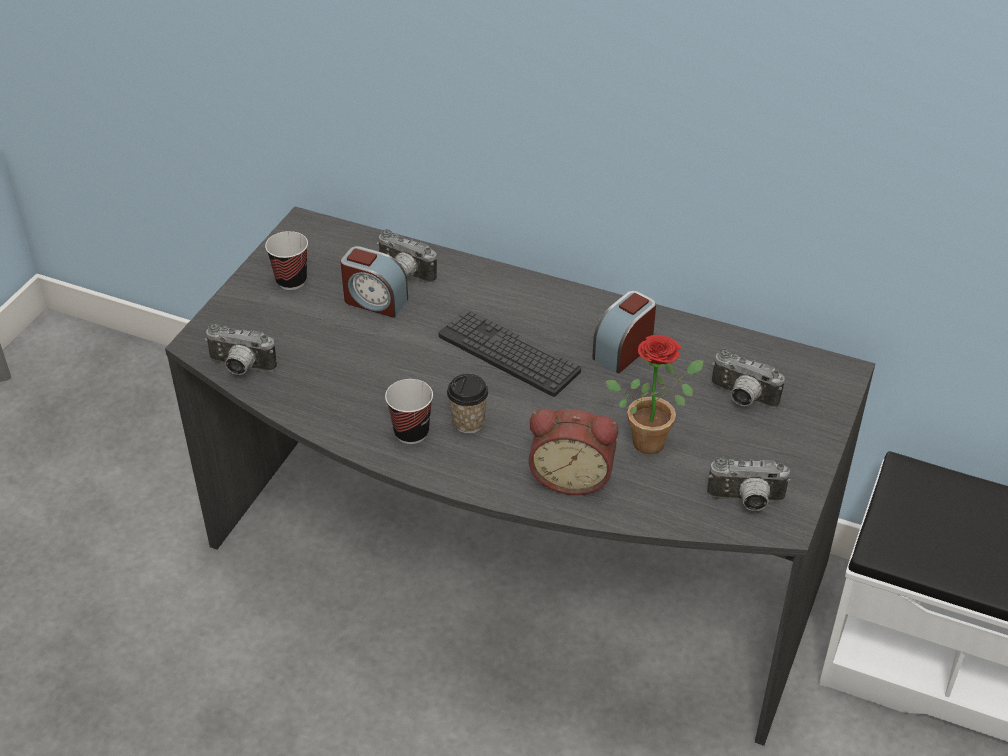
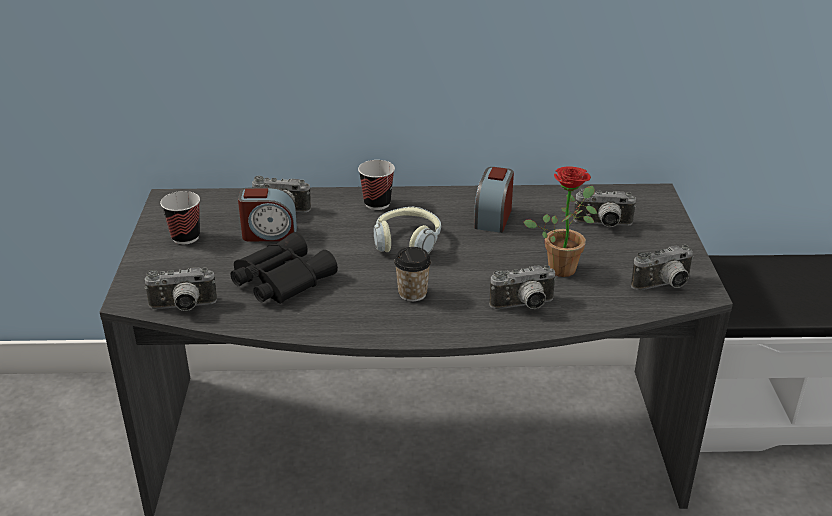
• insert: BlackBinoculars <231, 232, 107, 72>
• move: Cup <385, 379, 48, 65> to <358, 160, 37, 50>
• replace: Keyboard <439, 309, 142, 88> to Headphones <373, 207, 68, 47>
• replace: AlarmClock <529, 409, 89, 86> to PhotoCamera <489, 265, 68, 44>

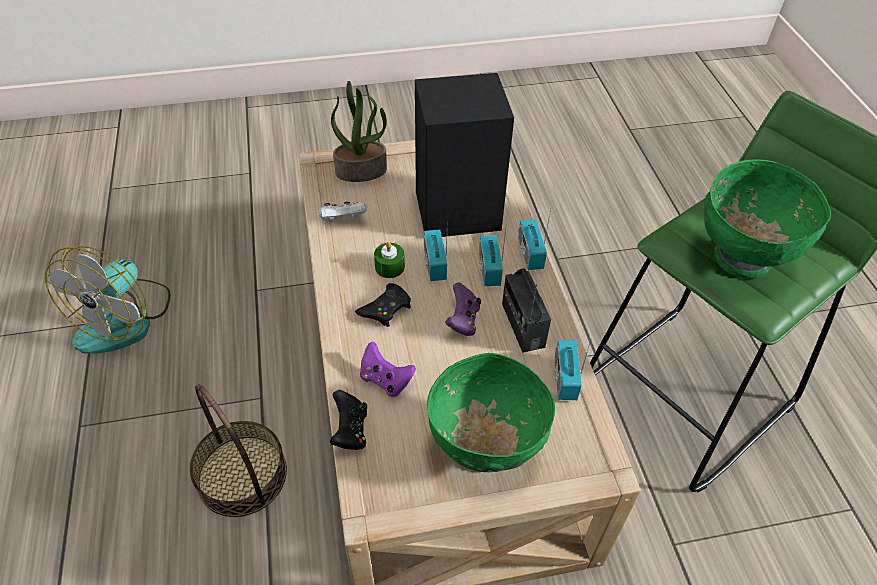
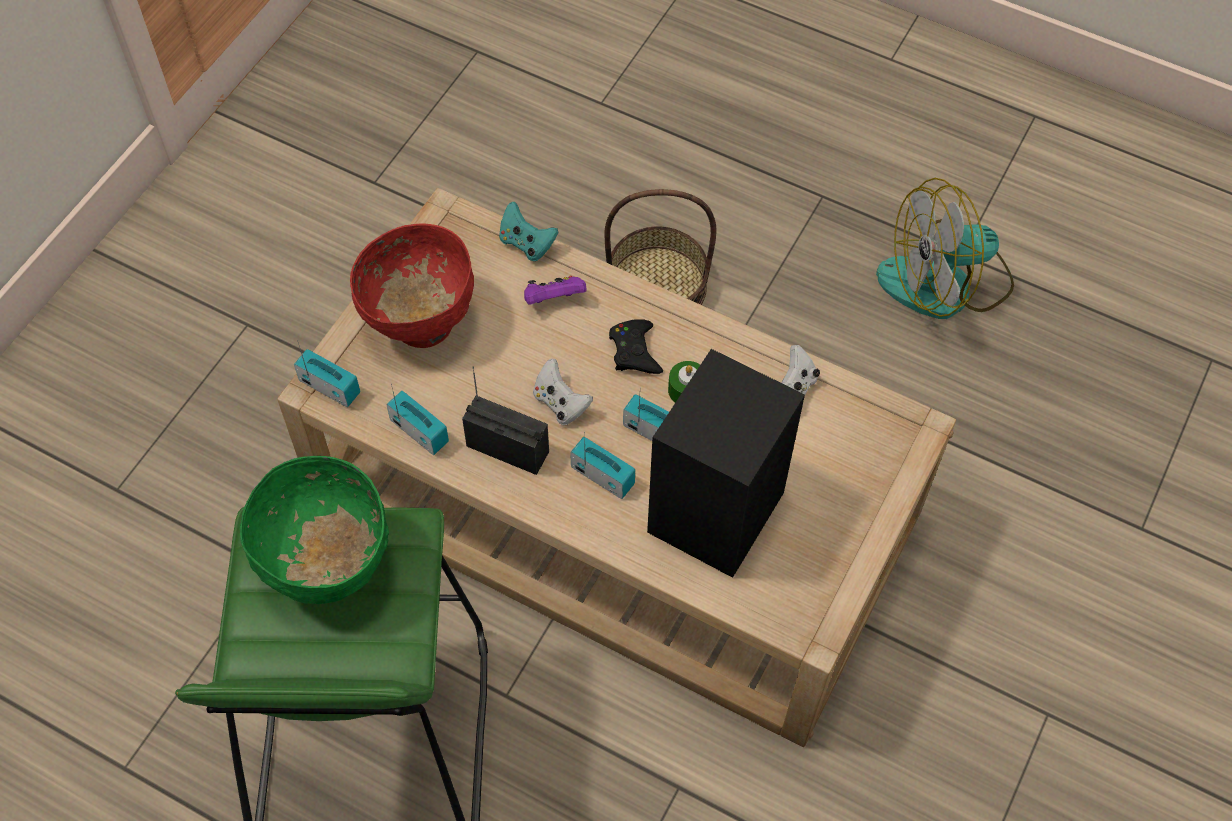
• move: Radio <518, 209, 33, 61> to <294, 340, 66, 67>
• recolor: GreenBowl <427, 353, 128, 119> to RedBowl <350, 224, 124, 124>
• recolor: BlackGameController <330, 390, 37, 60> to TurquoiseGameController <499, 202, 60, 59>
• recolor: PurpleGameController <445, 283, 36, 53> to WhiteGameController <533, 359, 60, 66>
• rotate: Fan <45, 246, 126, 108> = <876, 178, 138, 141> 75 degrees counterclockwise
• delete: PottedPlant <331, 81, 56, 101>

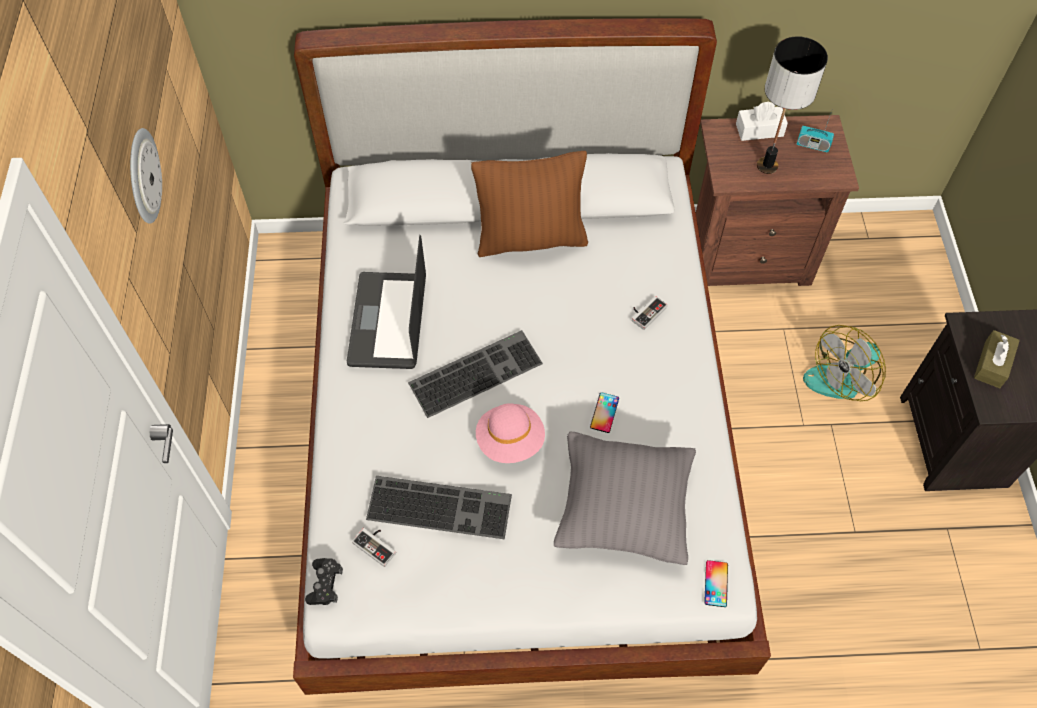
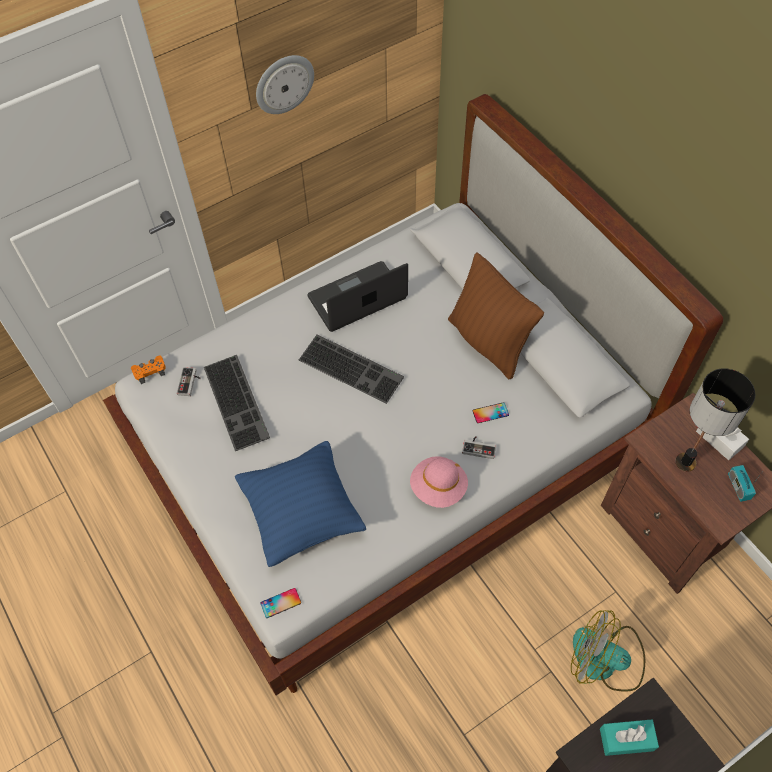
• recolor: BlackGameController <305, 558, 38, 47> to OrangeGameController <131, 355, 35, 29>
• recolor: GreyPillow <554, 432, 142, 133> to BluePillow <235, 441, 131, 126>
• move: PinkHat <476, 403, 69, 60> to <410, 456, 58, 52>
• move: Phone <590, 392, 29, 41> to <473, 402, 36, 21>
• recolor: BrownTissueBox <974, 330, 46, 58> to TurquoiseTissueBox <600, 720, 59, 36>

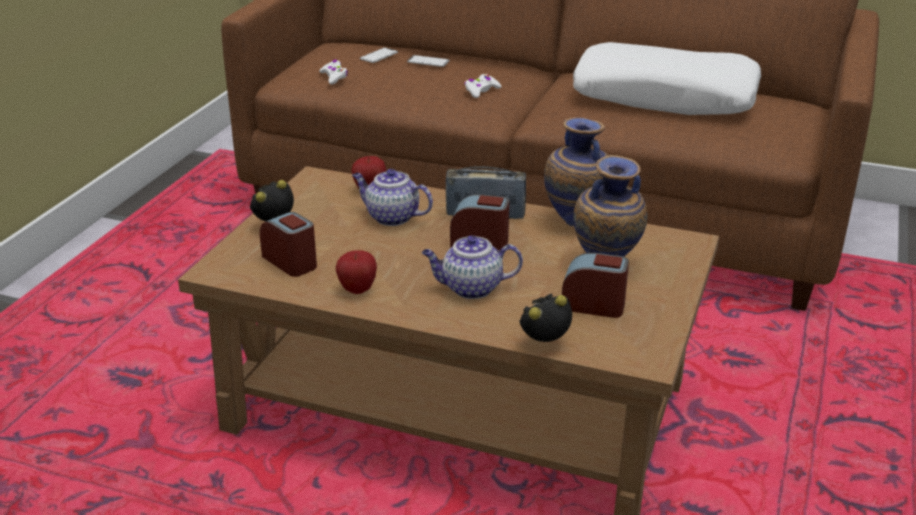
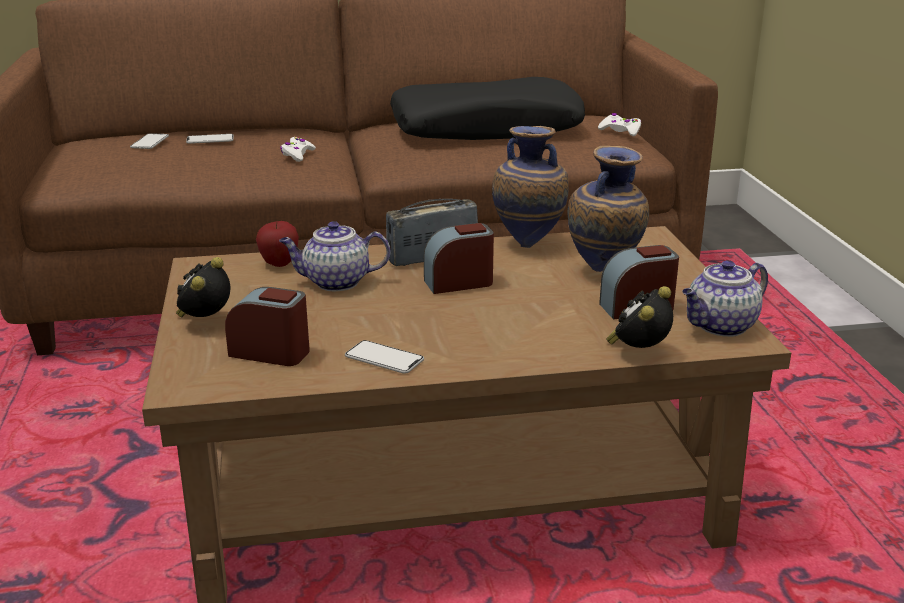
• replace: Apple <336, 250, 41, 44> to Phone <345, 340, 79, 34>
• recolor: WhitePillow <573, 42, 188, 73> to BlackPillow <390, 77, 195, 63>
• move: WhiteGameController <319, 60, 29, 24> to <598, 113, 43, 23>
• move: Teapot <422, 235, 101, 64> to <682, 260, 86, 77>

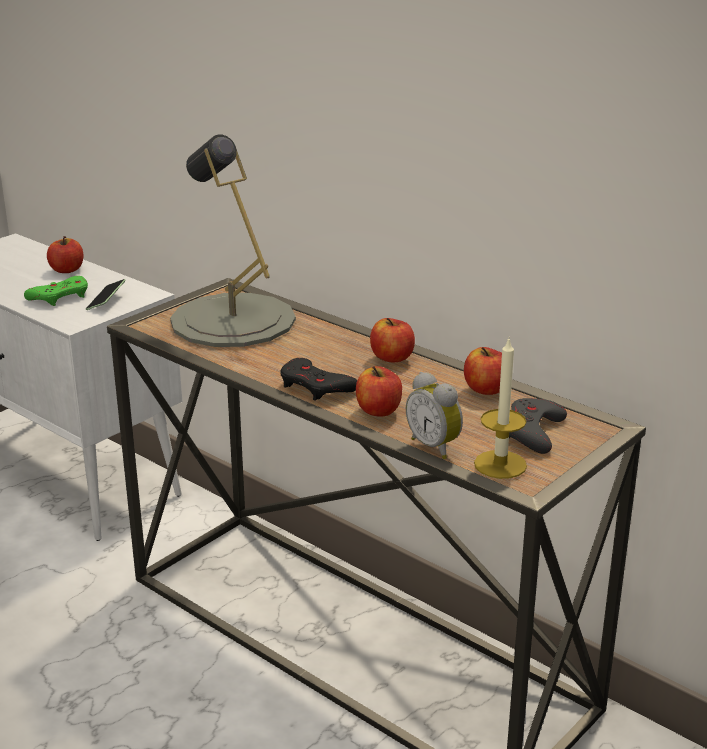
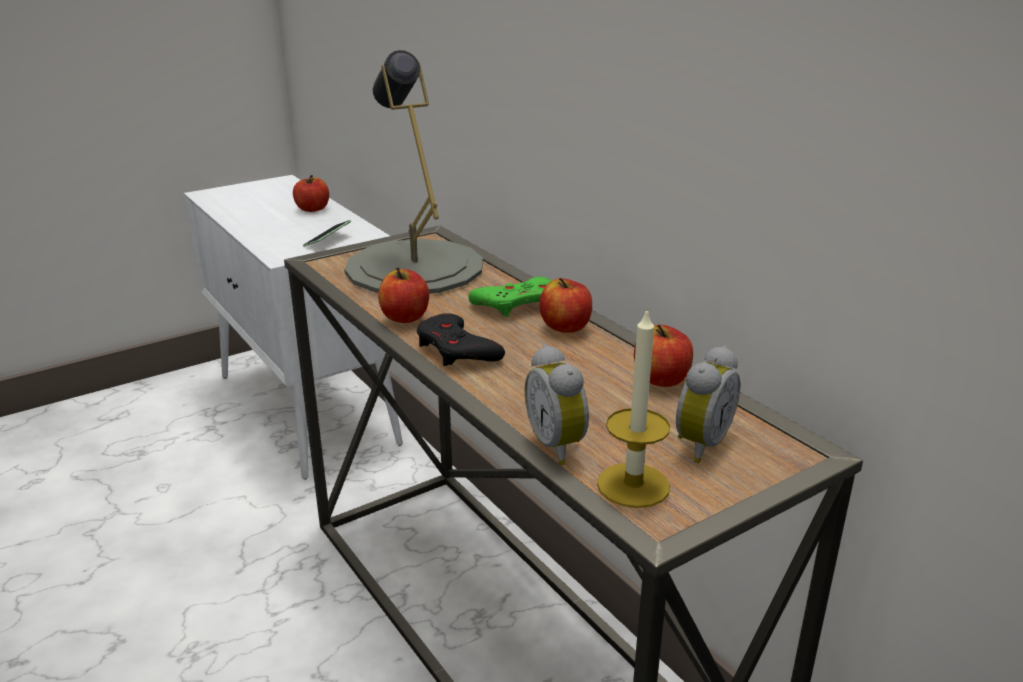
• move: Apple <356, 366, 46, 51> to <378, 268, 51, 55>
• move: GreenGameController <24, 276, 64, 30> to <468, 277, 83, 40>
• replace: GreyGameController <509, 398, 58, 56> to AlarmClock <676, 346, 65, 117>

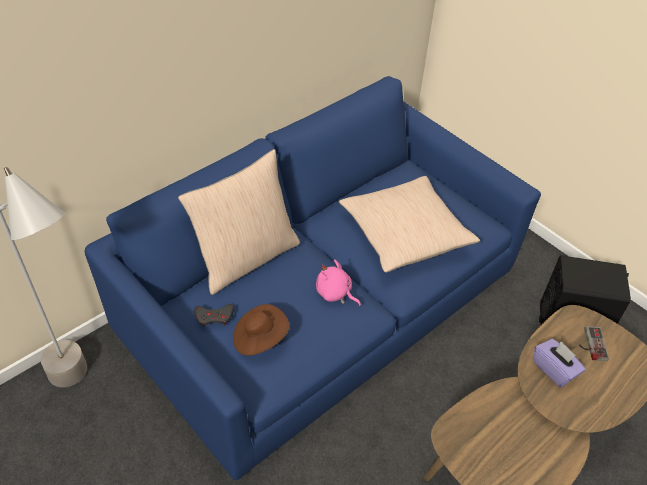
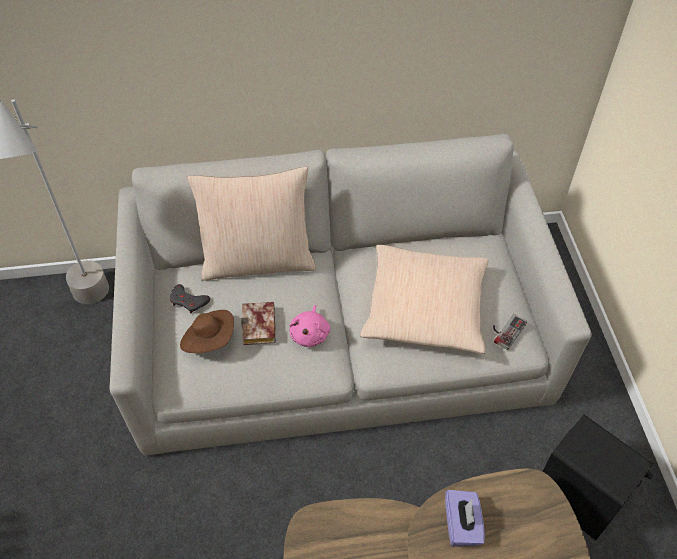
• recolor: BlueSofa <85, 76, 456, 404> to GreySofa <109, 134, 483, 322>
• insert: Book <241, 302, 35, 43>
• rotate: PinkPlushToy <316, 260, 45, 46> = <289, 305, 41, 42> 150 degrees counterclockwise
• move: GameController <579, 326, 30, 35> to <493, 314, 34, 36>

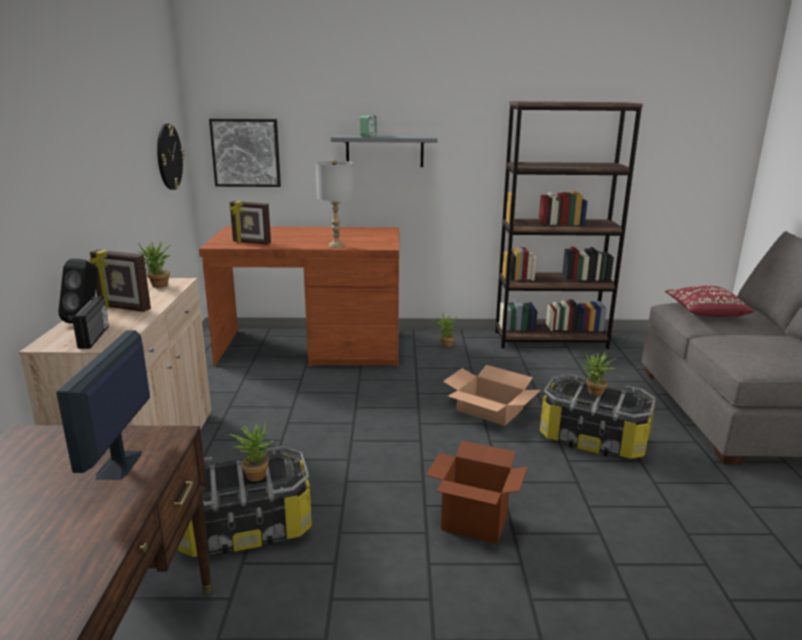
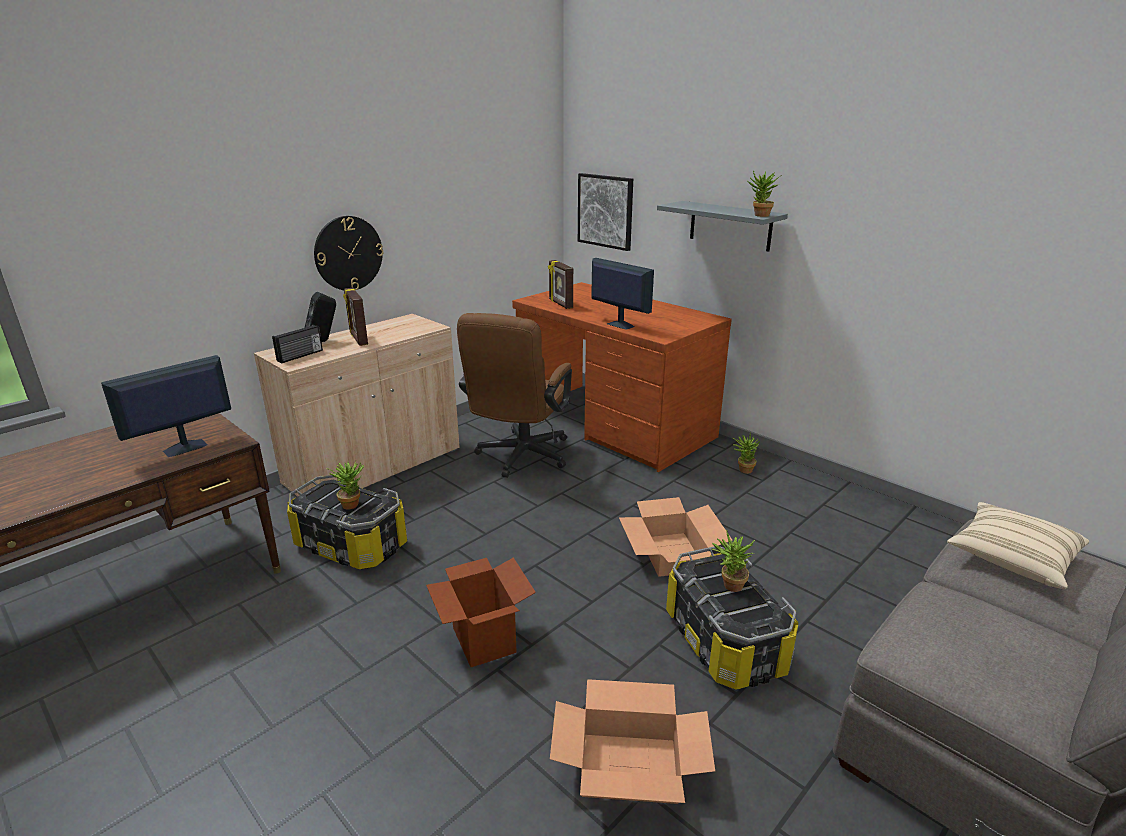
• move: WallClock <157, 124, 28, 66> to <314, 216, 69, 74>
• insert: BrownOfficeChair <457, 313, 115, 165>
• insert: CardboardBox <550, 679, 165, 125>
• replace: GreyTableLamp <316, 159, 37, 89> to Monitor <591, 258, 63, 71>
• move: PottedPlant <138, 241, 34, 47> to <748, 171, 34, 46>
• recolor: RedPillow <665, 286, 89, 31> to BeigePillow <947, 502, 142, 87>
• delete: AlarmClock <360, 115, 17, 22>
• delete: BrownBookcase <495, 101, 148, 248>

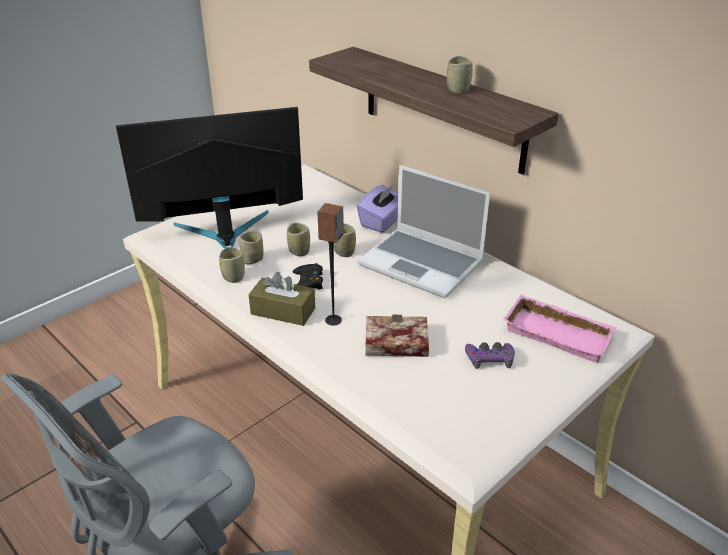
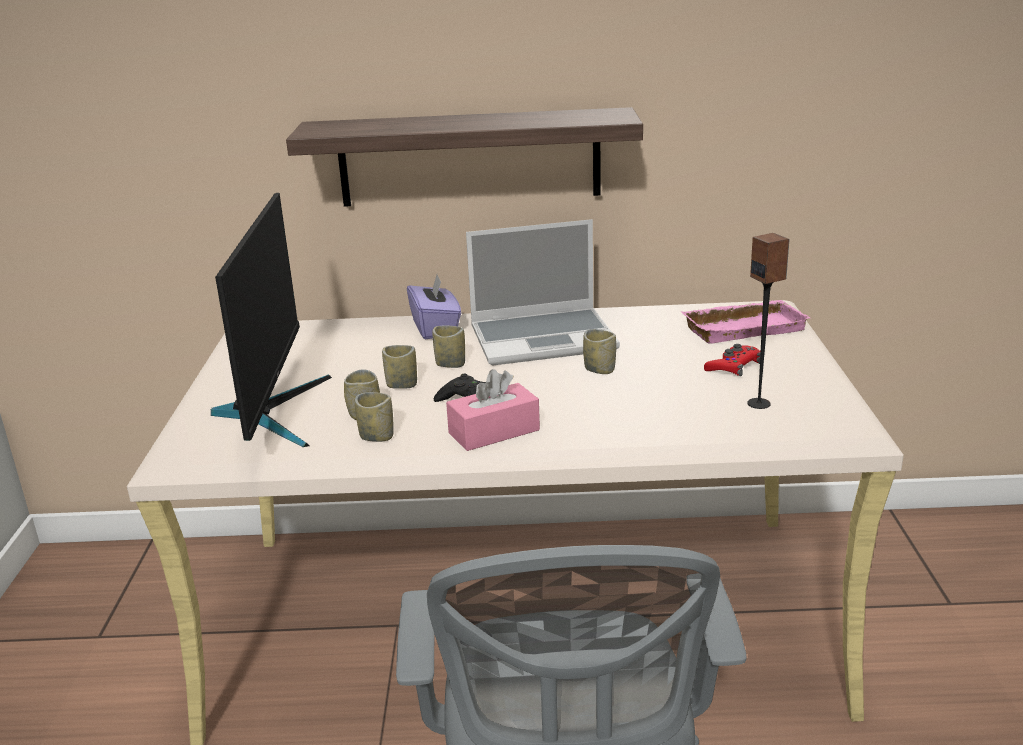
• rotate: Monitor <116, 107, 187, 141> = <211, 193, 121, 254> 150 degrees clockwise
• recolor: BrownTissueBox <248, 272, 67, 54> to PinkTissueBox <446, 369, 94, 82>
• move: Cup <447, 56, 26, 38> to <583, 329, 33, 45>
• recolor: PurpleGameController <465, 342, 50, 27> to RedGameController <704, 344, 57, 32>
• move: Speaker <317, 203, 27, 123> to <747, 233, 43, 176>
• delete: Book <365, 315, 64, 42>

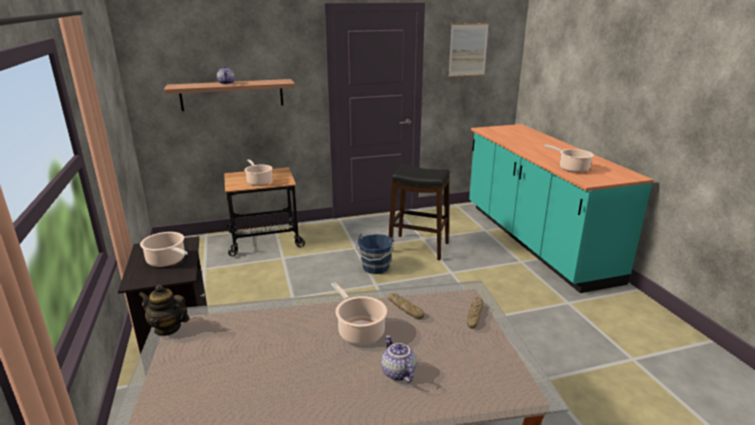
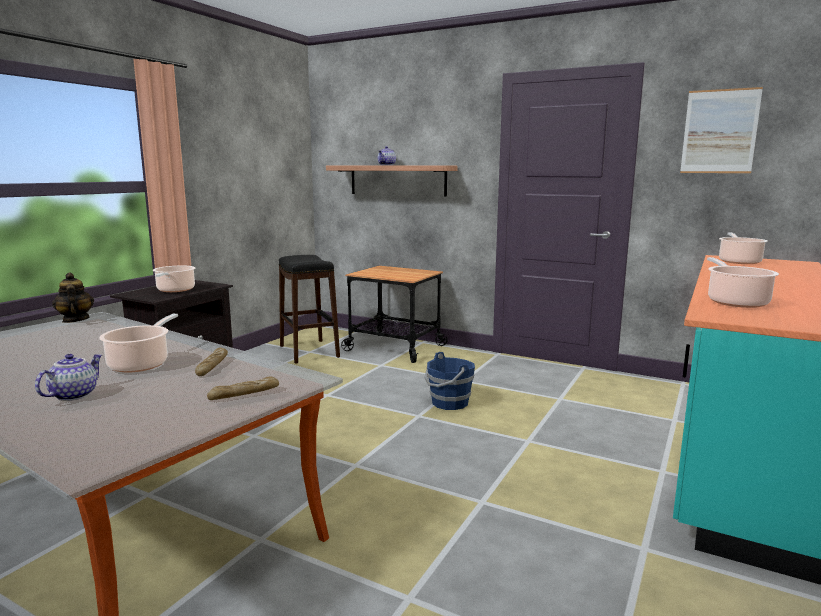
• move: BlackStool <389, 165, 61, 95> to <279, 255, 61, 109>
• move: CookingPot <244, 159, 28, 27> to <719, 232, 49, 32>

